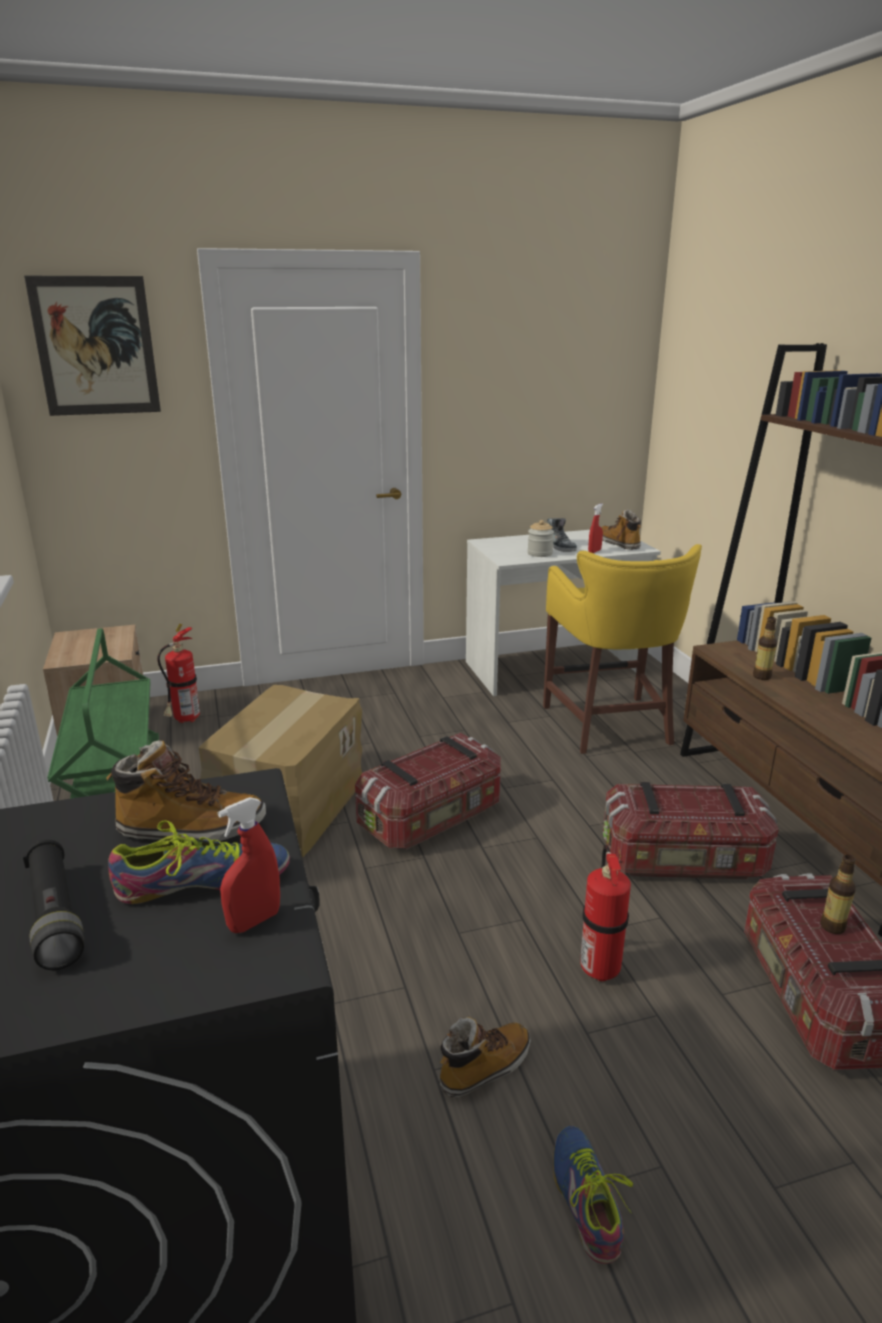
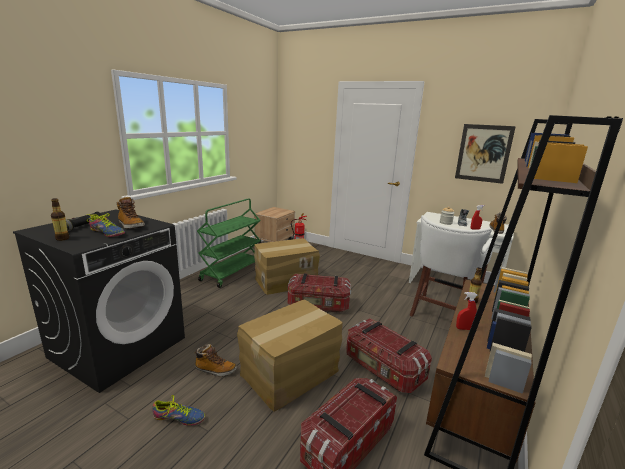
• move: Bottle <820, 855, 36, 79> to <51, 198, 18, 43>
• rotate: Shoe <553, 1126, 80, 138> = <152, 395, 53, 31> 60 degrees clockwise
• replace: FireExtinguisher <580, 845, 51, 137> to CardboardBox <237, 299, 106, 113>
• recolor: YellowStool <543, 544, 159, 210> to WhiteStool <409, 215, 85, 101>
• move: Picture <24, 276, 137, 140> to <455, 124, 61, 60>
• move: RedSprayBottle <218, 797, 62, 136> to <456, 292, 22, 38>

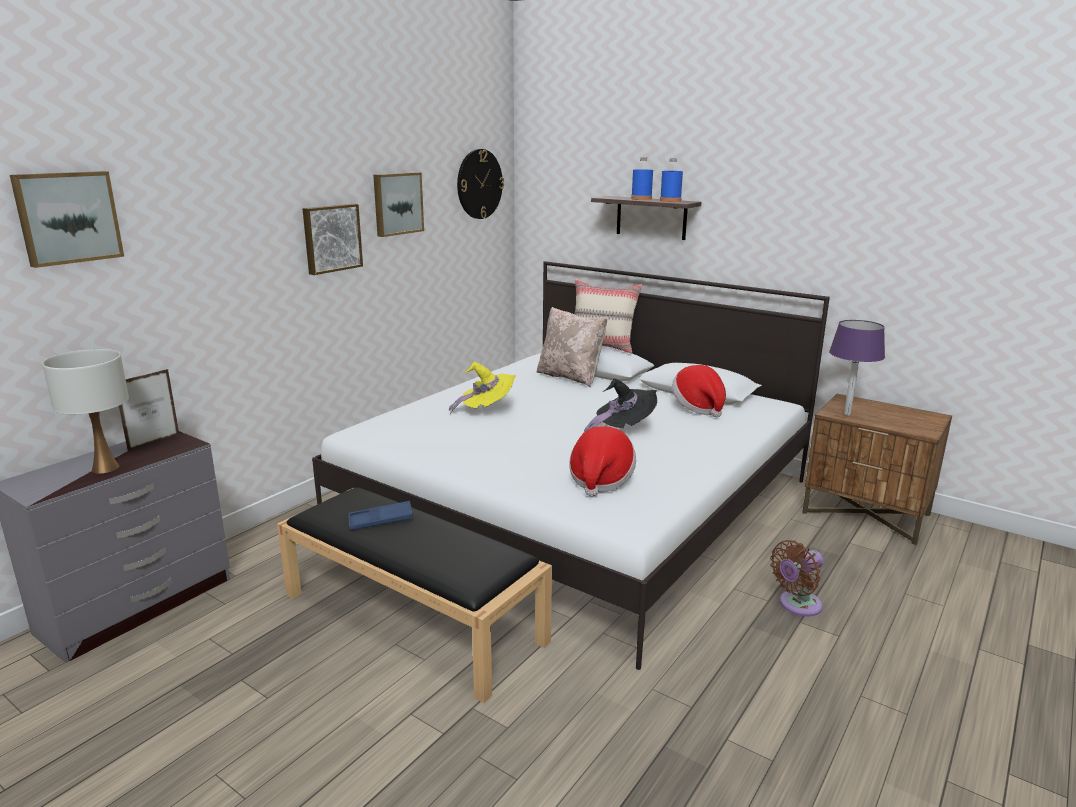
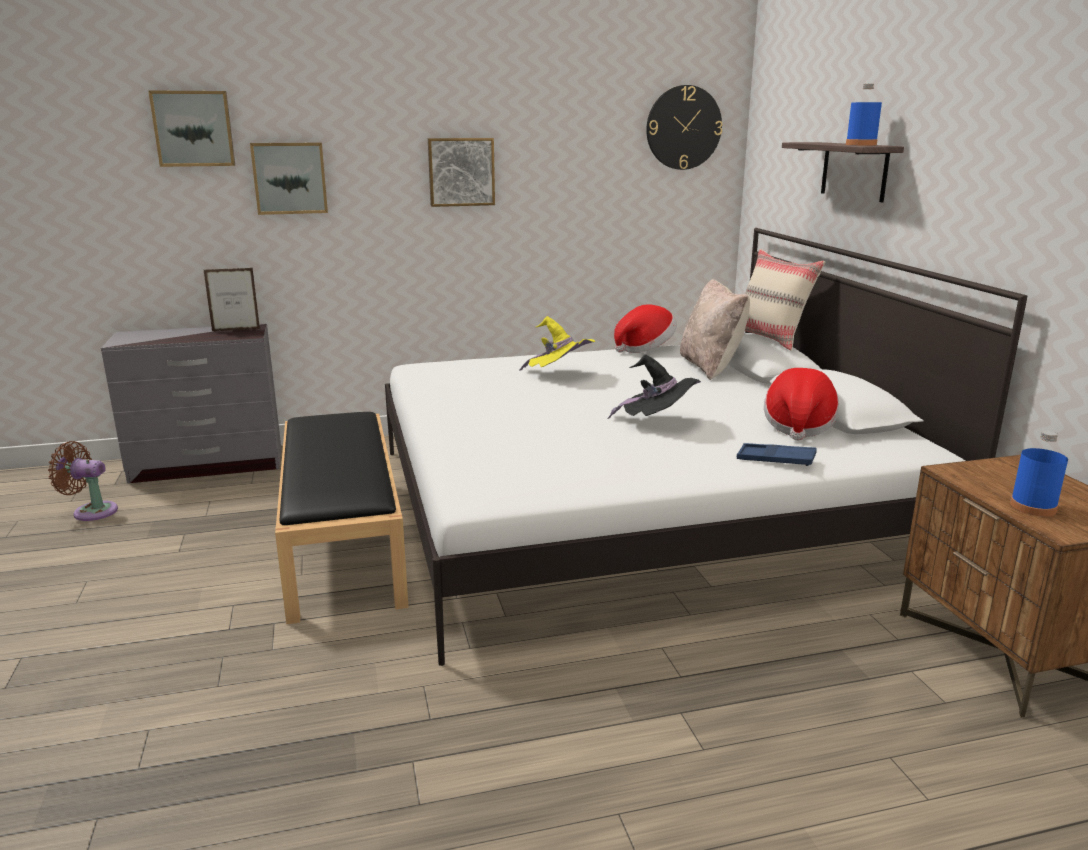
• move: BrownFan <770, 540, 53, 76> to <48, 441, 70, 80>
• move: Picture <373, 172, 51, 65> to <250, 143, 78, 72>
• move: Hat <569, 426, 67, 71> to <614, 304, 63, 49>
• move: BlueTray <348, 501, 65, 29> to <737, 443, 80, 23>
• move: BlueBottle <631, 157, 22, 43> to <1010, 431, 58, 86>
• delete: WhiteTableLamp <42, 349, 87, 125>
• delete: PurpleTableLamp <829, 320, 56, 95>

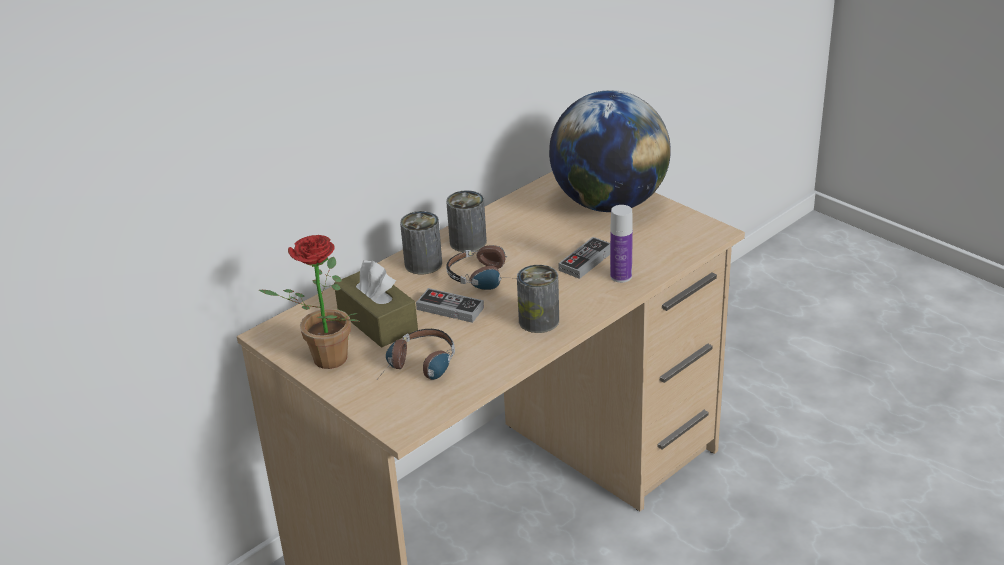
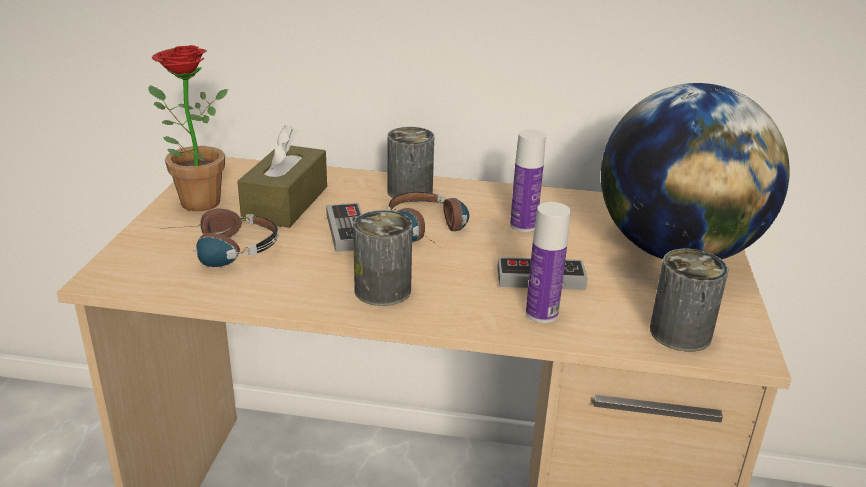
• insert: Bottle <510, 129, 36, 103>
• move: Can <446, 190, 41, 62> to <650, 249, 79, 103>

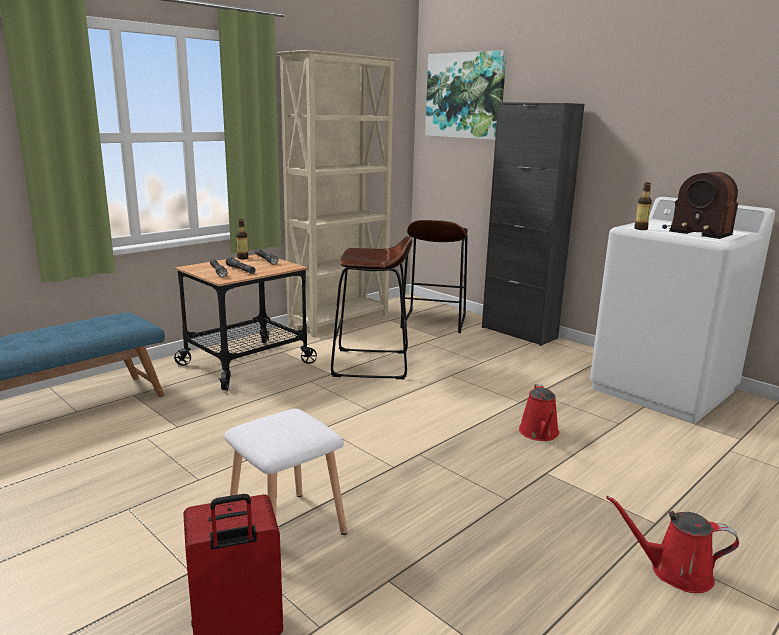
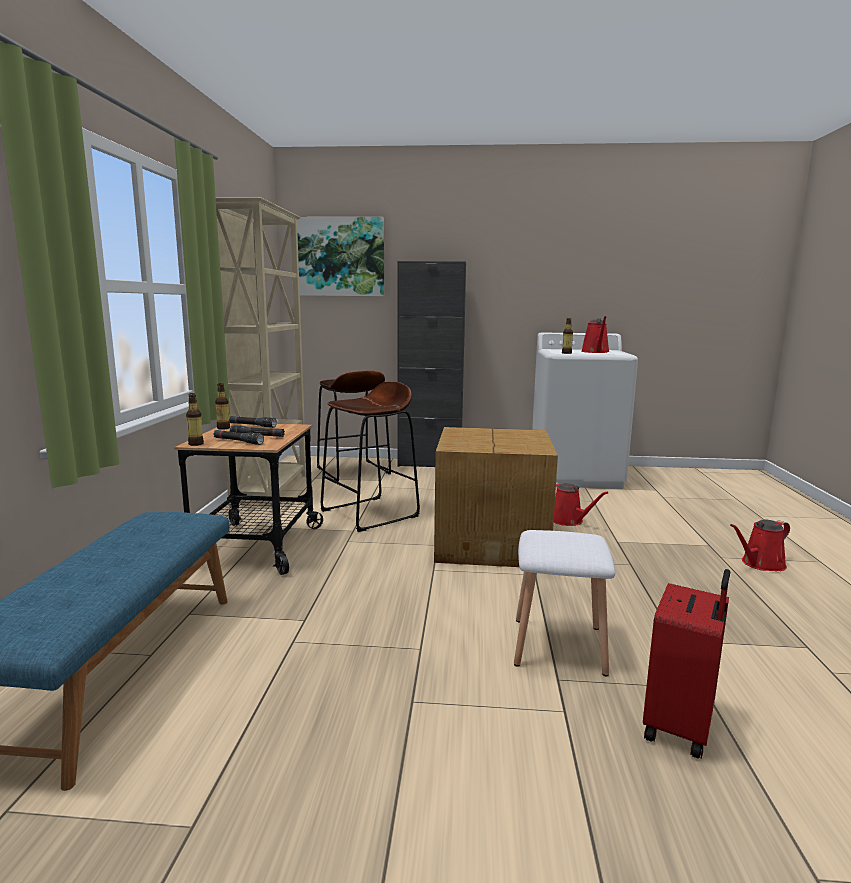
• insert: Bottle <186, 393, 18, 53>
• insert: CardboardBox <434, 427, 124, 140>
• replace: Radio <662, 172, 76, 67> to RedWateringCan <581, 316, 29, 37>

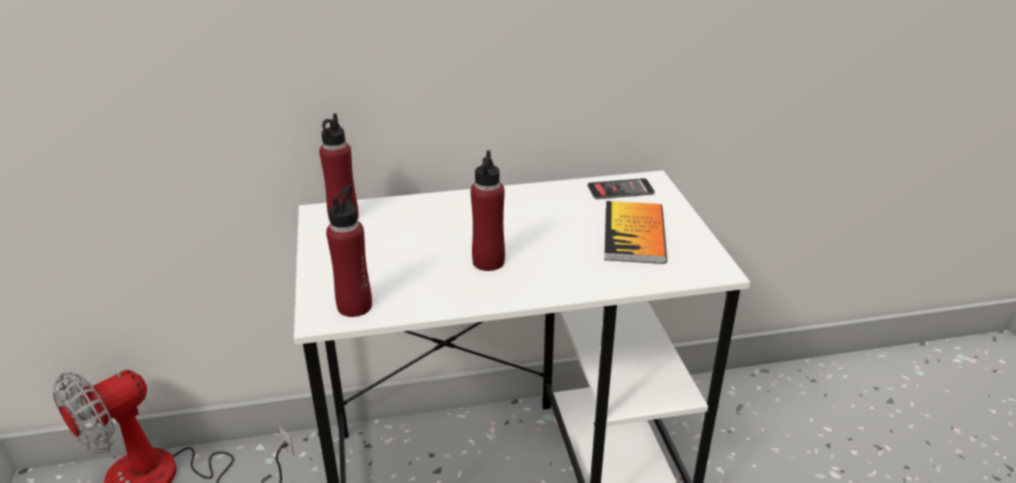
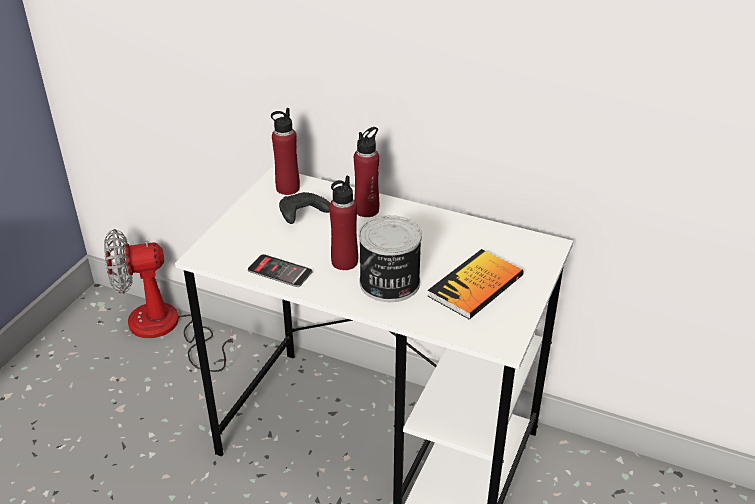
• move: Phone <588, 178, 67, 21> to <248, 254, 64, 33>
• insert: BlackGameController <279, 192, 51, 32>
• move: RedBottle <326, 186, 46, 131> to <354, 127, 25, 90>
• insert: Can <359, 215, 63, 87>

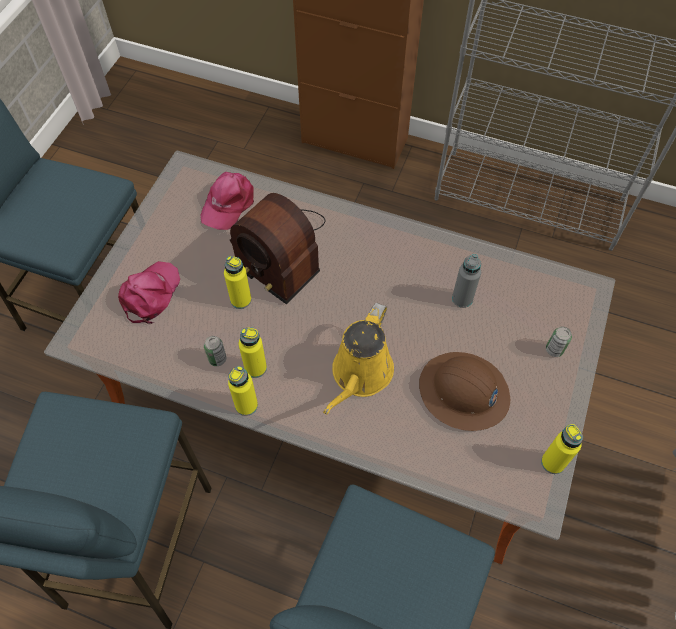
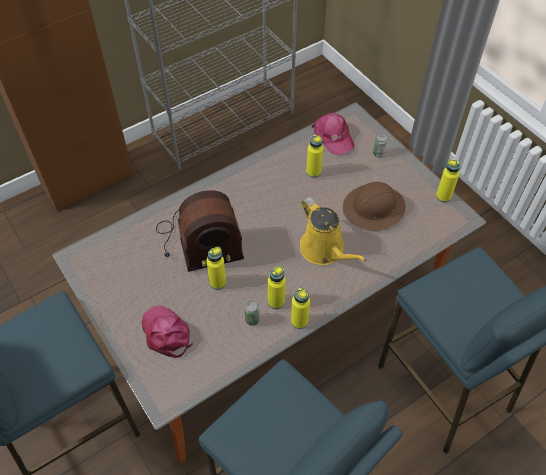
• recolor: GreyBottle <452, 254, 29, 54> to YellowBottle <306, 134, 17, 44>
• move: PinkCap <201, 172, 53, 58> to <312, 112, 42, 43>

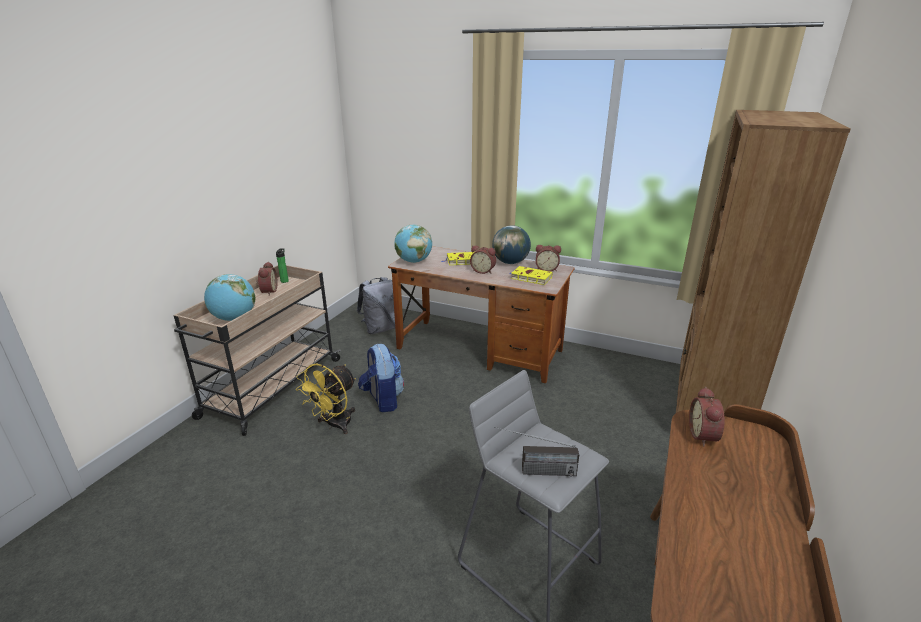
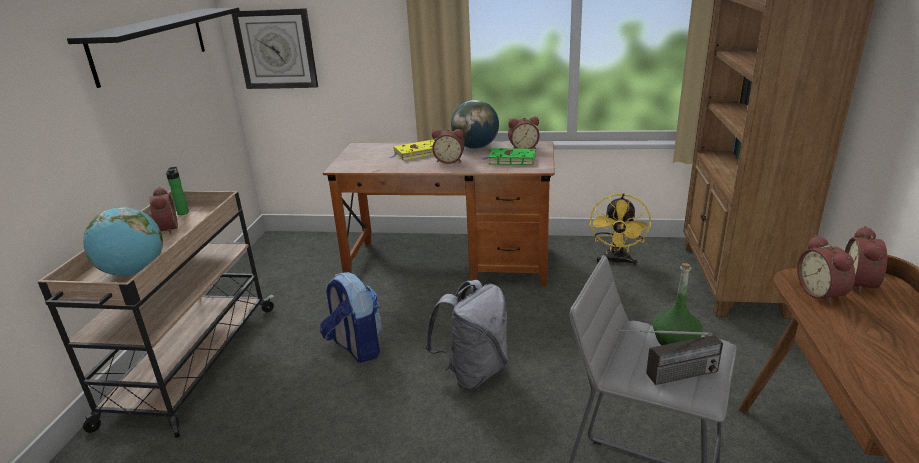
• insert: BlackShelf <67, 7, 173, 81>
• insert: WallClock <232, 8, 86, 81>
• move: GreyBackpack <357, 277, 38, 57> to <425, 280, 83, 110>
• recolor: YellowBook <509, 266, 44, 19> to GreenBook <483, 148, 53, 17>
• move: YellowFan <296, 363, 60, 71> to <590, 193, 61, 73>
• insert: GreenBottle <653, 263, 50, 82>
• insert: AlarmClock <845, 226, 42, 68>
• delete: Globe <395, 225, 37, 38>

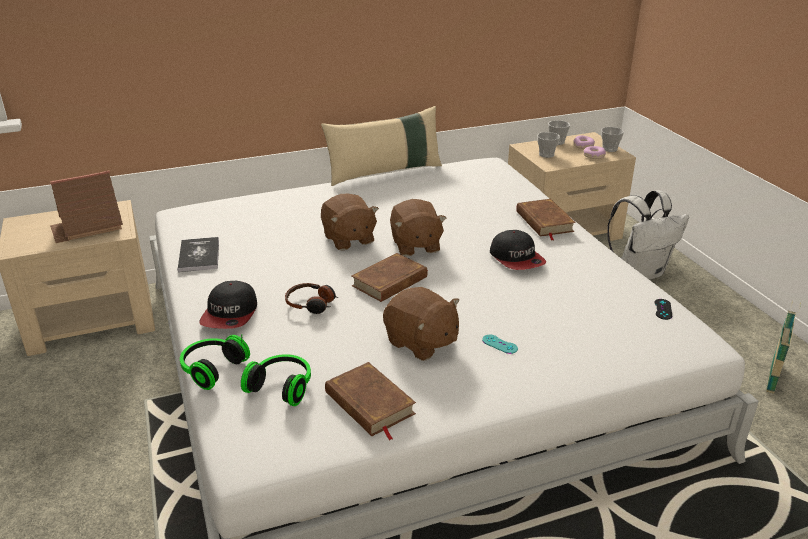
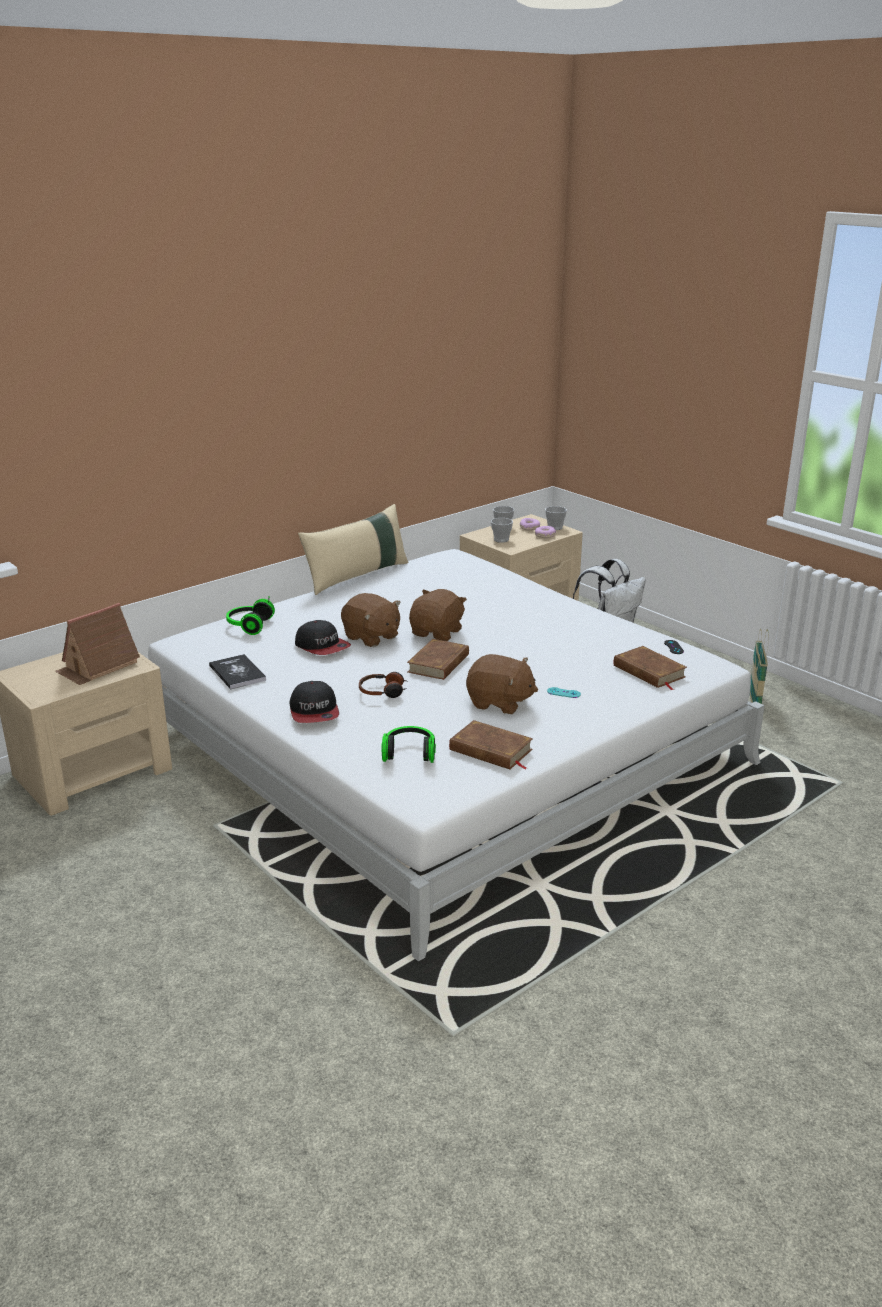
• move: Headphones <180, 334, 70, 56> to <226, 599, 49, 36>
• move: Cap <490, 230, 56, 40> to <295, 620, 56, 35>
• rotate: BrownPlushToy <390, 199, 56, 57> = <409, 589, 58, 52> 120 degrees counterclockwise
• move: BrownBook <516, 199, 60, 42> to <613, 646, 74, 44>

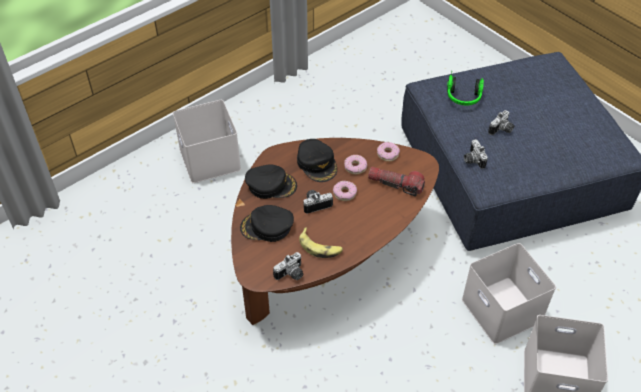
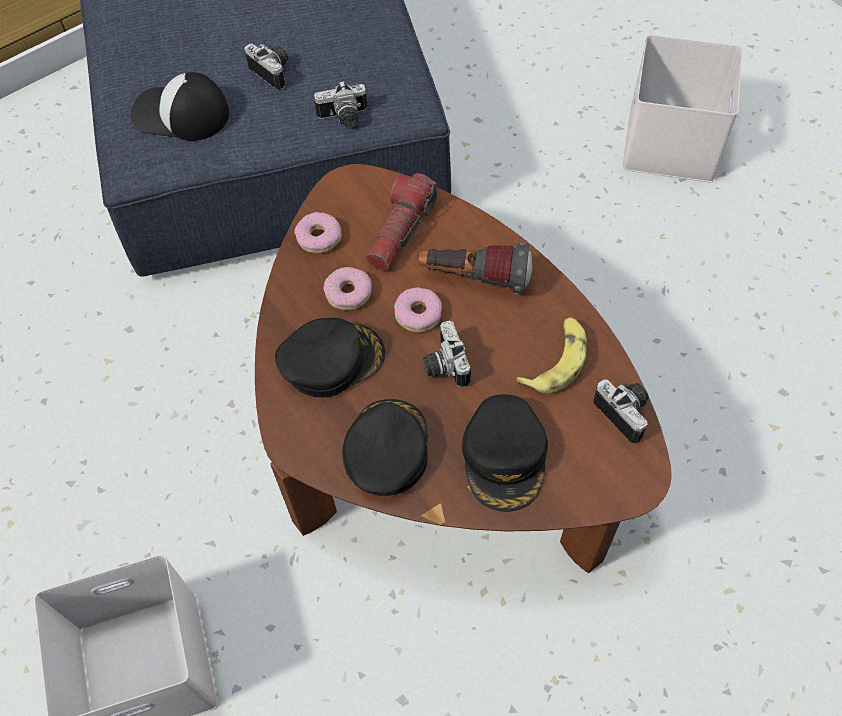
• replace: Headphones <447, 72, 37, 33> to Cap <130, 72, 99, 69>
• insert: Flashlight <419, 242, 113, 53>
• delete: WhiteStorageBox <462, 243, 94, 101>

